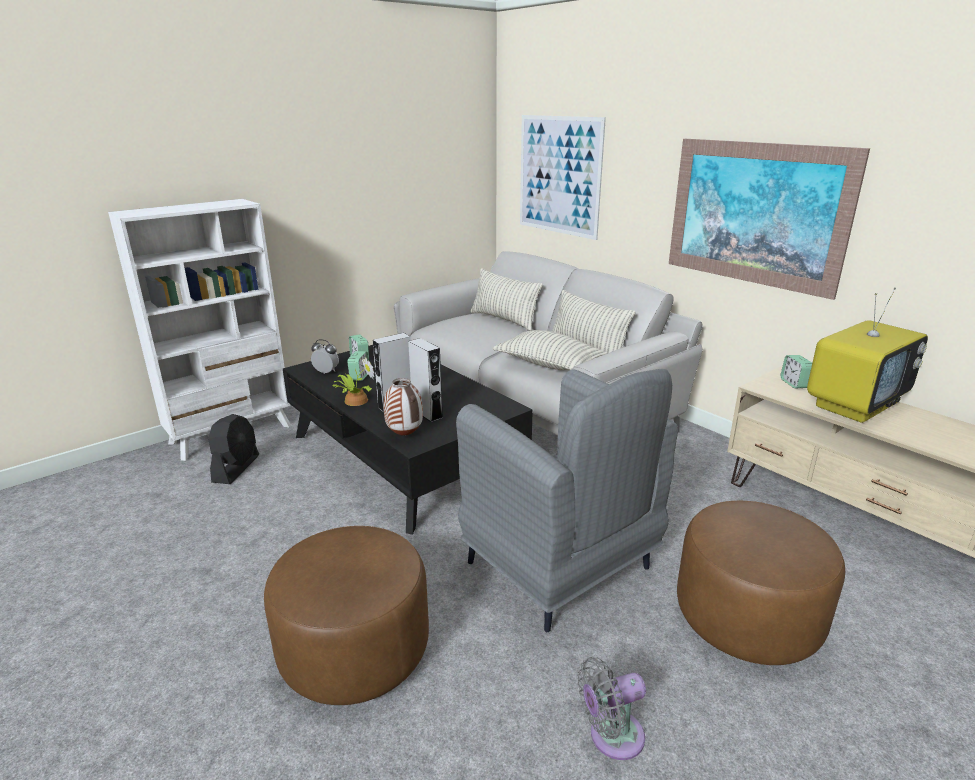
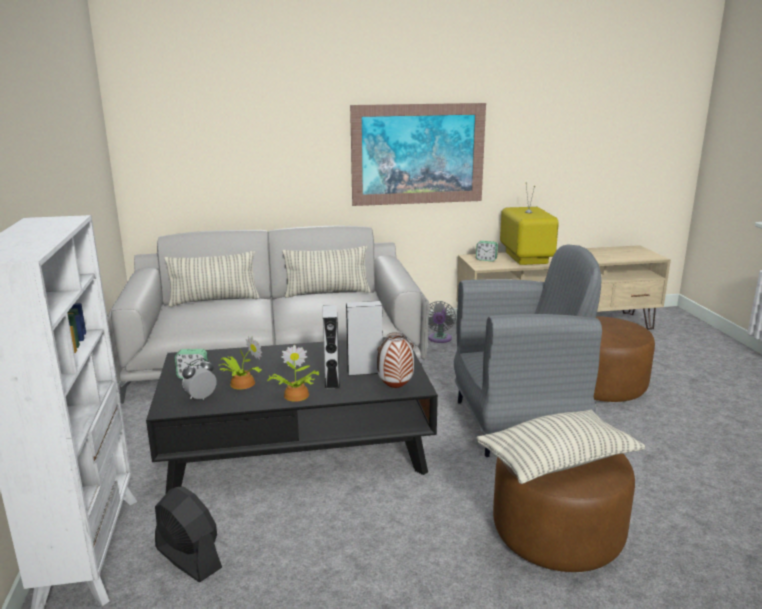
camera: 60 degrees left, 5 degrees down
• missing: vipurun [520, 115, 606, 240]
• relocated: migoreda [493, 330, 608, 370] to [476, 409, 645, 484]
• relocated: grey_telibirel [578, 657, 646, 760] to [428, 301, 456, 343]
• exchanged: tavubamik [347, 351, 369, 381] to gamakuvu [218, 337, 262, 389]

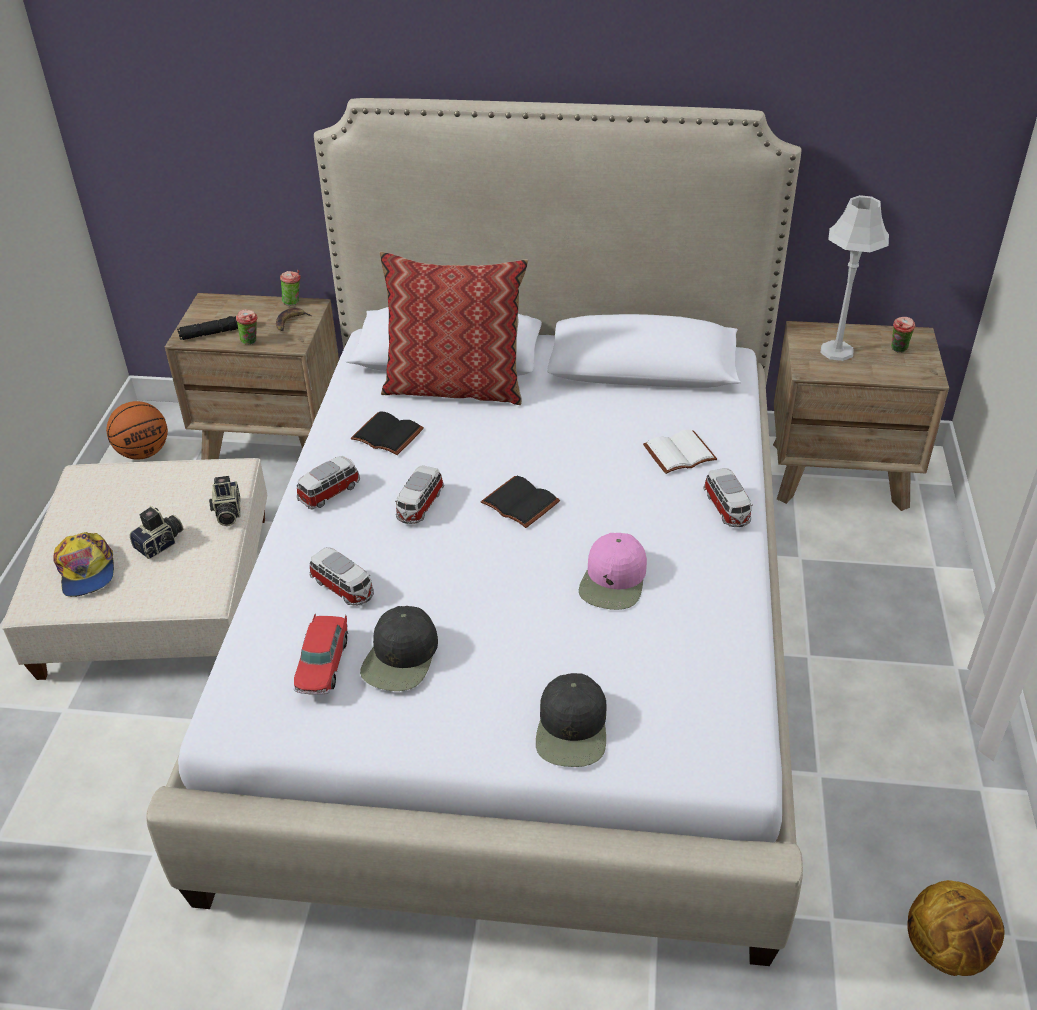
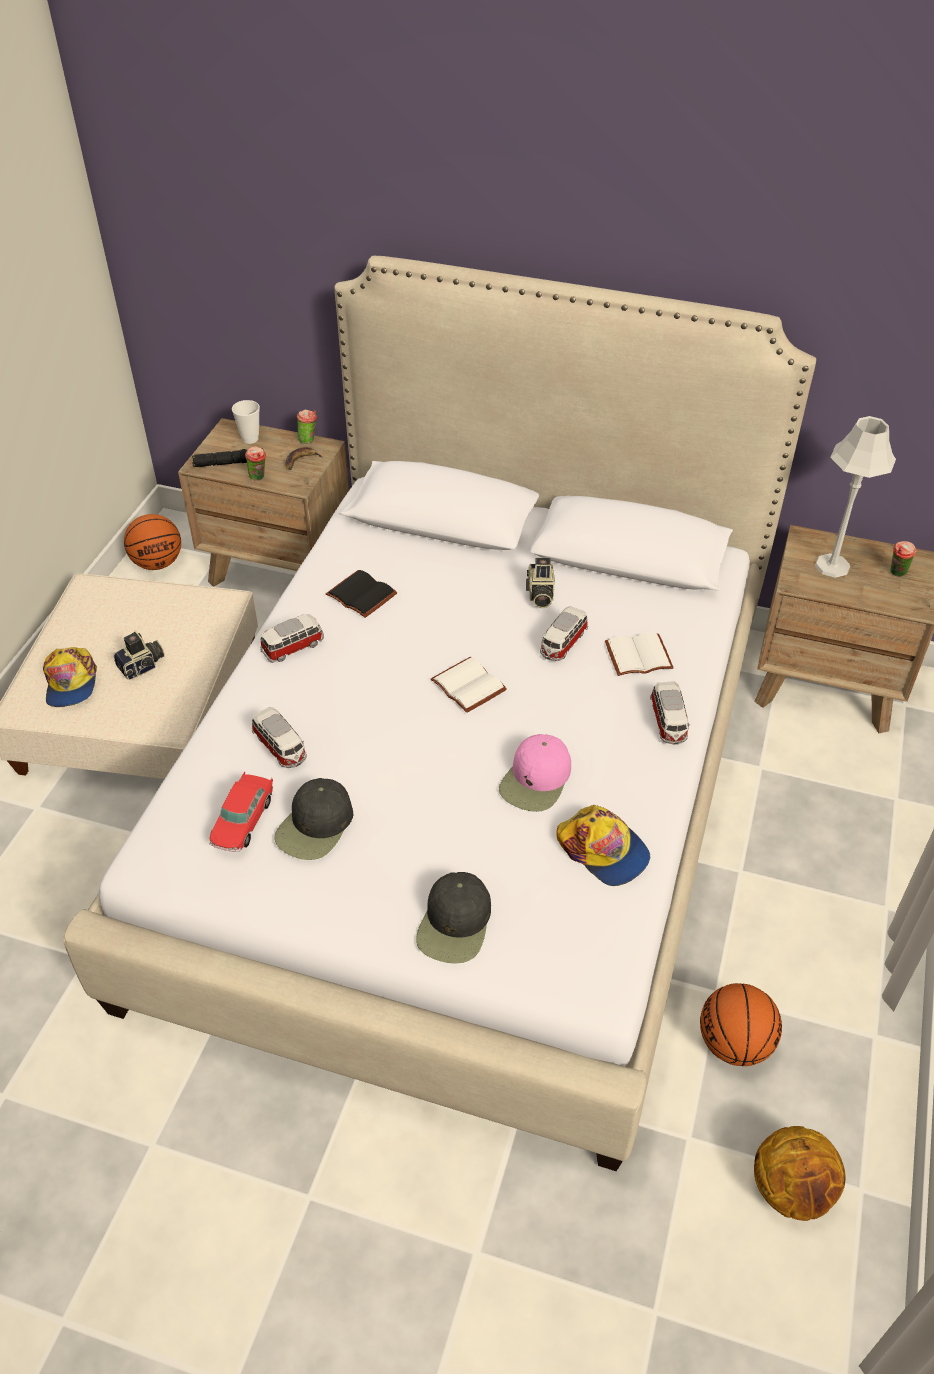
camera: 10 degrees right, 5 degrees up
• missing: migoreda [380, 251, 528, 405]
• appeared: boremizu [232, 400, 260, 444]
• appeared: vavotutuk [556, 805, 650, 886]
• appeared: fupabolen [700, 983, 782, 1066]
• relocated: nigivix [209, 476, 240, 526] to [526, 558, 555, 608]
• relocated: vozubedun [395, 465, 444, 524] to [540, 606, 588, 661]
• colour: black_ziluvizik [481, 476, 560, 528] to white_ziluvizik [431, 656, 507, 713]

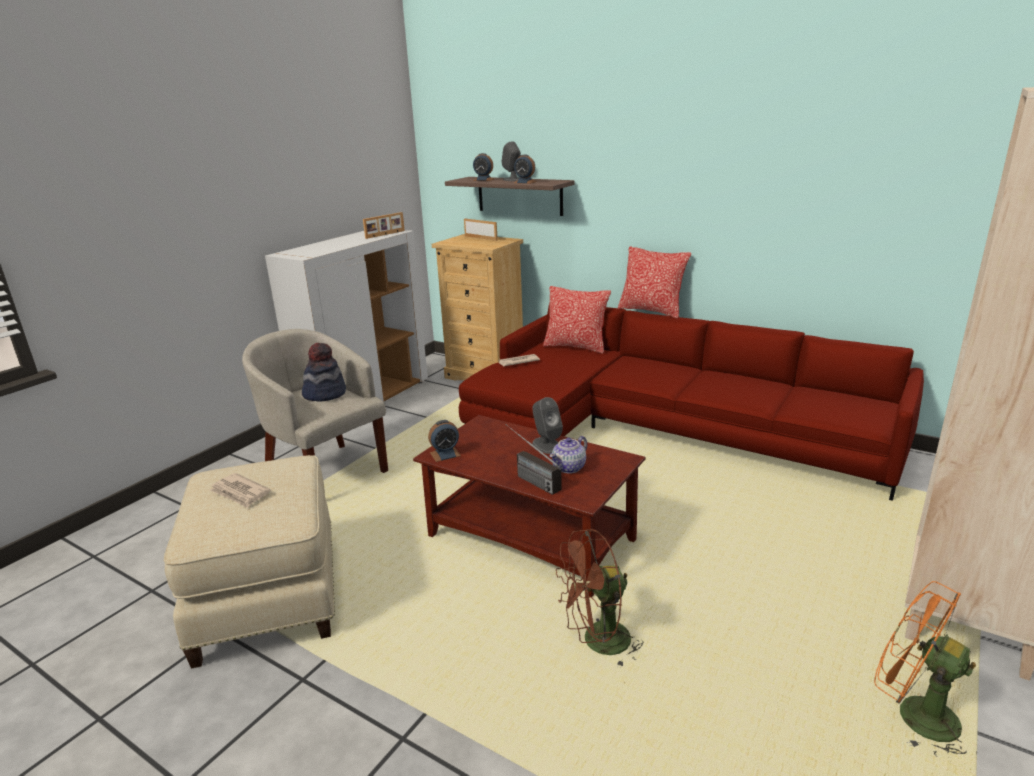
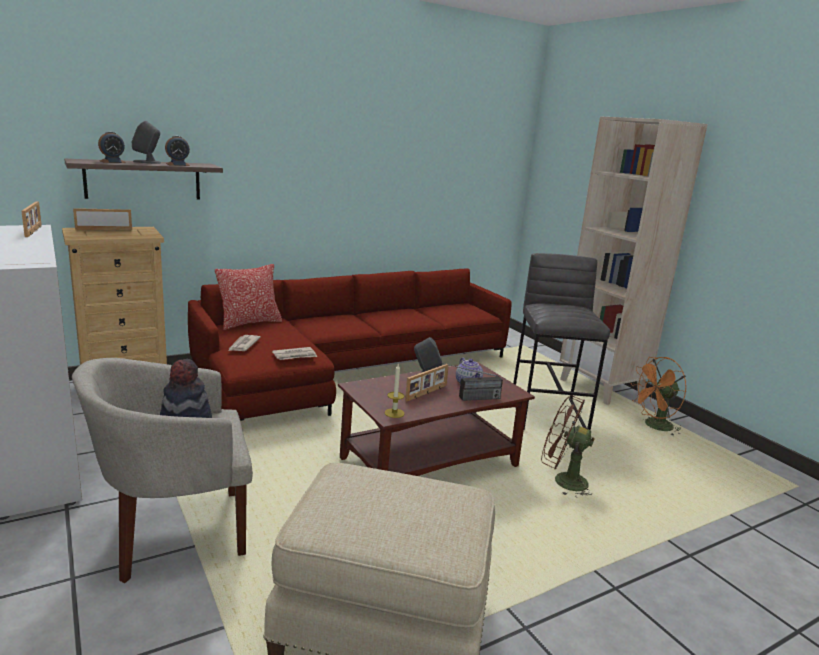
camera: 65 degrees left, 5 degrees down
• missing: migoreda [618, 246, 691, 319]
• appeared: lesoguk [405, 364, 449, 401]
• appeared: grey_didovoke [513, 253, 610, 431]
• relocated: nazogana [210, 473, 270, 508] to [272, 347, 317, 360]
• exchanged: tavubamik [428, 420, 461, 462] to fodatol [384, 364, 405, 418]
• spun: brown_telibirel [556, 529, 644, 668] = [541, 395, 595, 497] 105 degrees clockwise

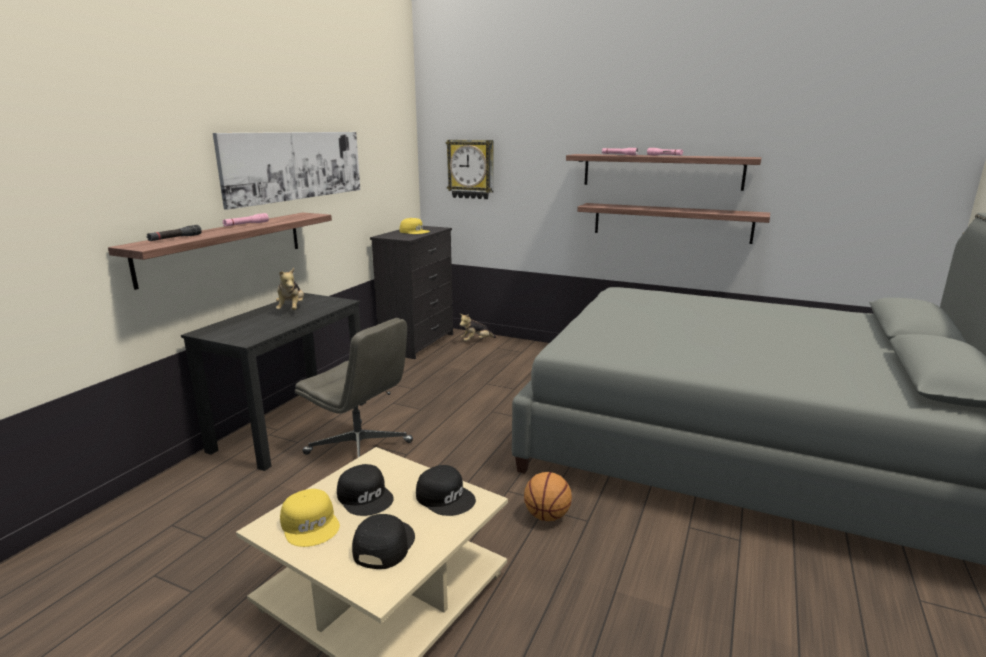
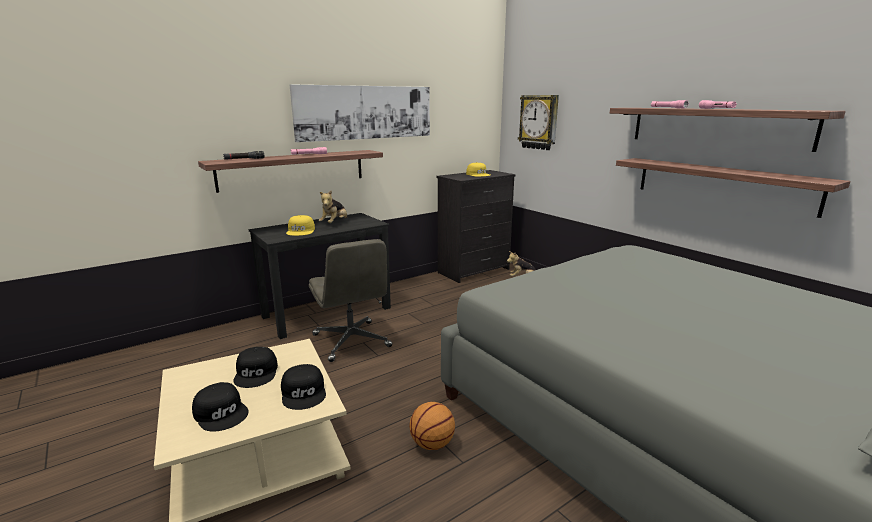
camera: 30 degrees right, 0 degrees up
• relocated: yellow_vavotutuk [280, 489, 340, 547] to [286, 215, 315, 236]
• spun: black_vavotutuk [352, 514, 415, 569] = [192, 382, 249, 431] 90 degrees clockwise

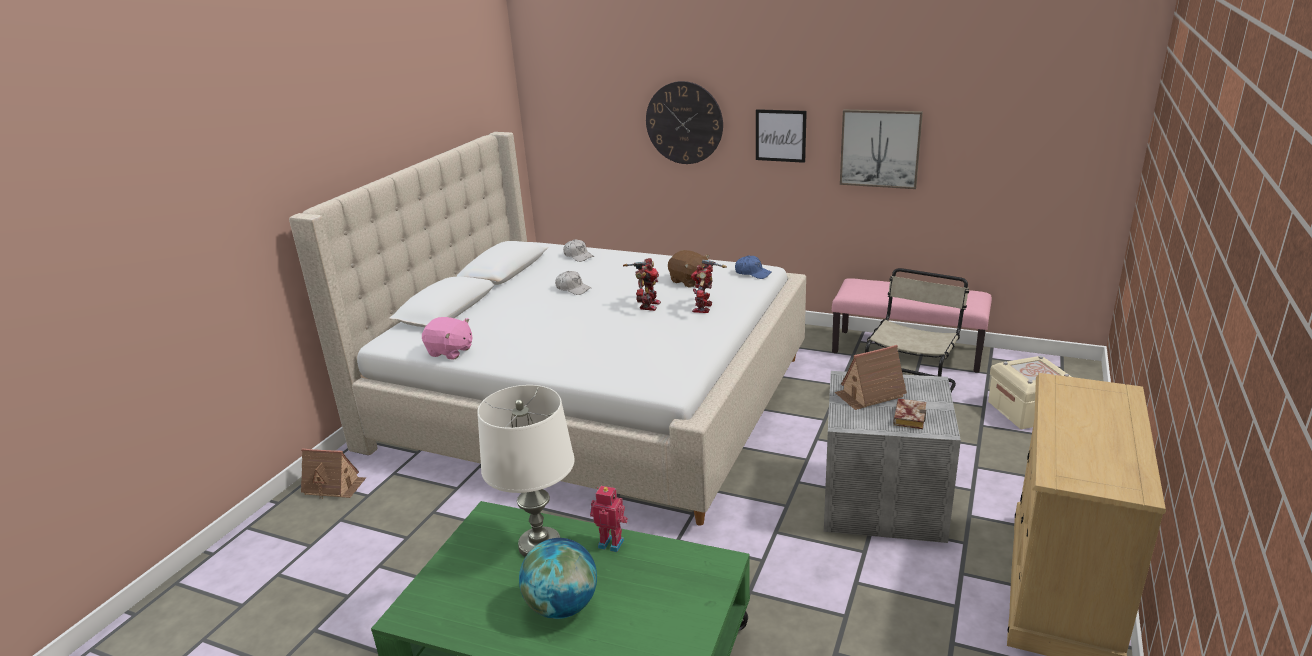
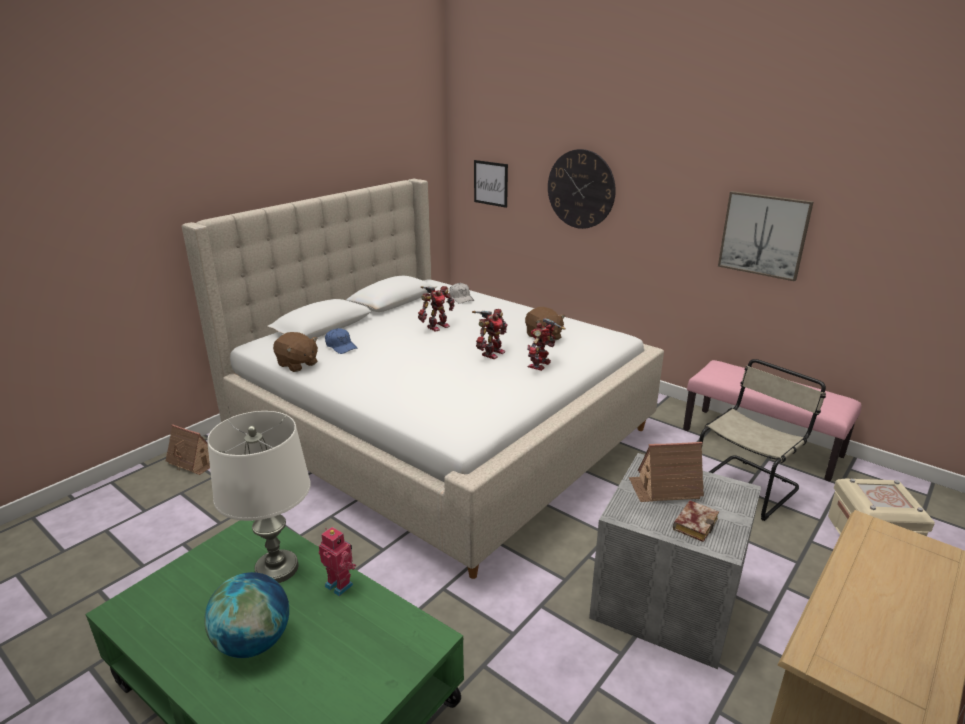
camera: 15 degrees right, 0 degrees up
• relocated: blue_vavotutuk [735, 256, 771, 279] to [325, 328, 357, 354]
• relocated: vipurun [756, 109, 807, 163] to [474, 160, 508, 208]
• exchanged: white_vavotutuk [555, 271, 591, 295] to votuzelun [418, 286, 455, 332]
• colour: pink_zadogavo [422, 317, 472, 360] to brown_zadogavo [273, 332, 318, 372]

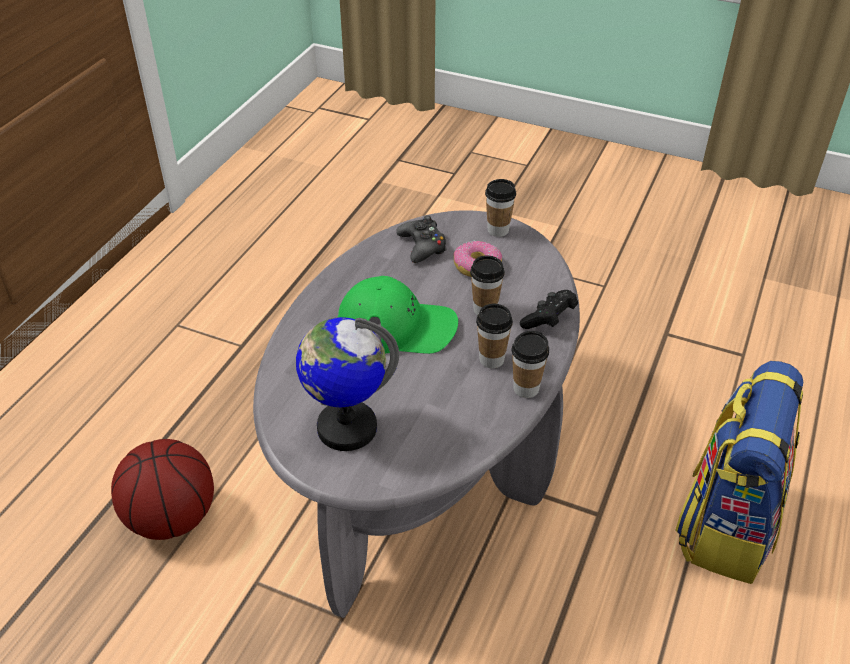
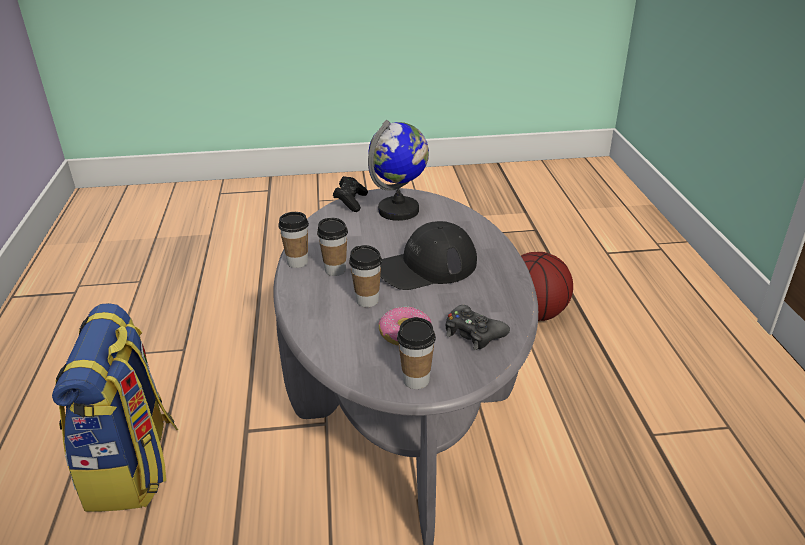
camera: 150 degrees right, 10 degrees down
• relocated: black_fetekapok [520, 290, 578, 329] to [333, 176, 368, 212]
• colour: green_vavotutuk [338, 276, 458, 354] to black_vavotutuk [380, 221, 477, 290]

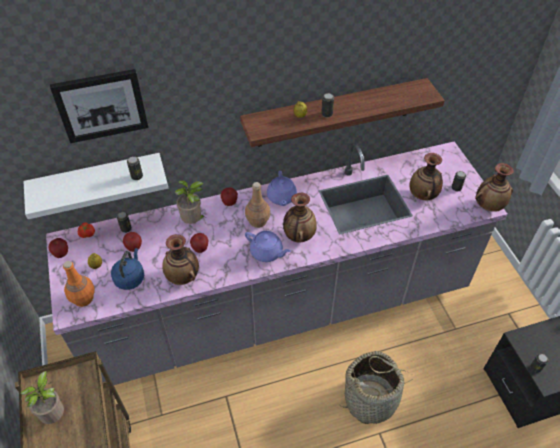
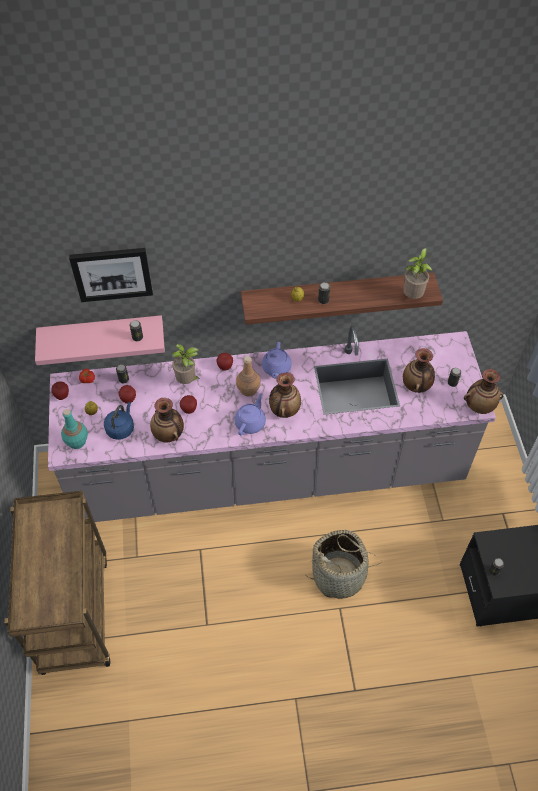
camera: 10 degrees right, 5 degrees up
• relocated: gamakuvu [21, 371, 64, 424] to [403, 248, 433, 299]
• colour: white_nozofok [23, 153, 168, 219] to pink_nozofok [35, 315, 165, 365]
• colour: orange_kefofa [63, 261, 95, 307] to turquoise_kefofa [61, 409, 88, 449]
• spun: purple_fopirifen [245, 231, 291, 262] = [235, 393, 266, 435] 105 degrees counterclockwise

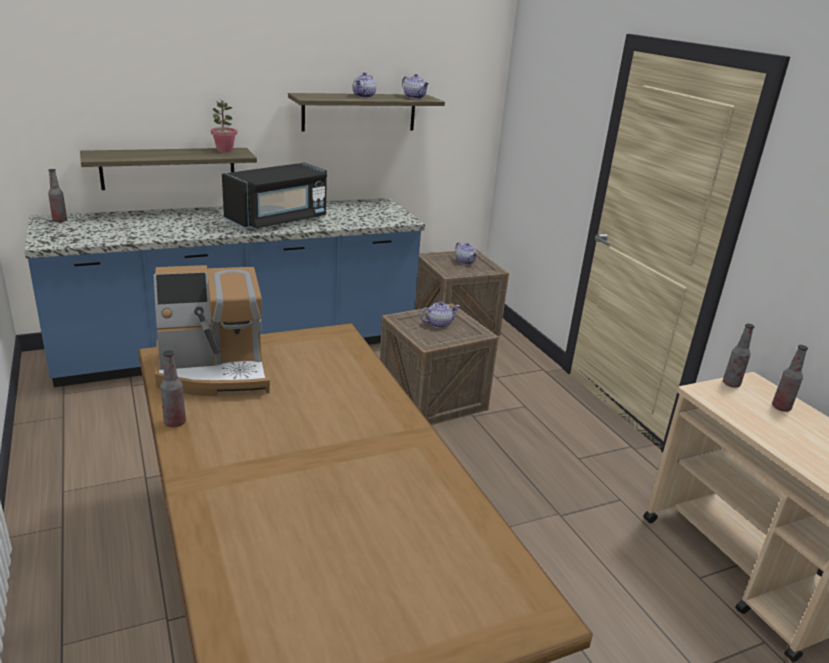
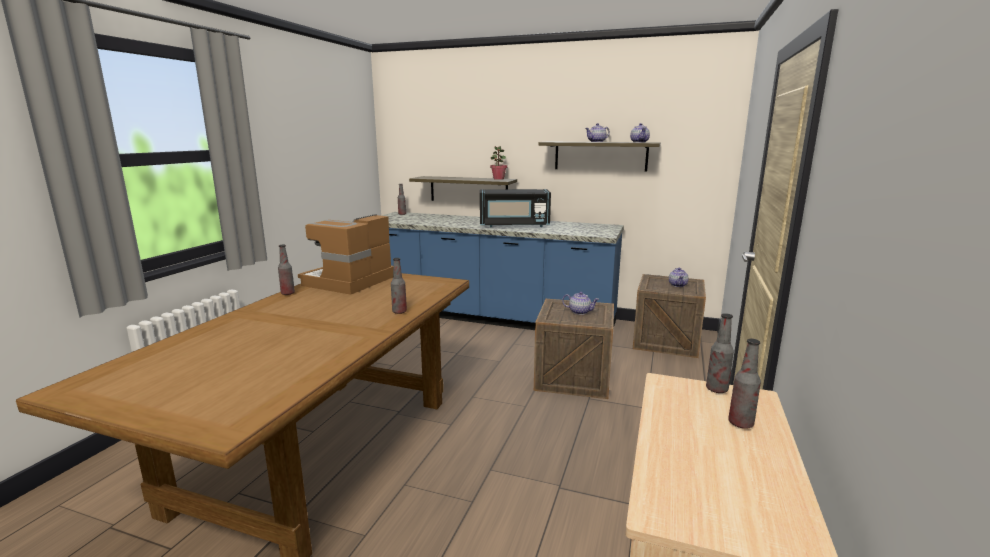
camera: 45 degrees right, 10 degrees down
• appeared: kefofa [391, 258, 407, 314]
• spun: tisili [154, 265, 270, 396] = [298, 214, 393, 295] 90 degrees clockwise

